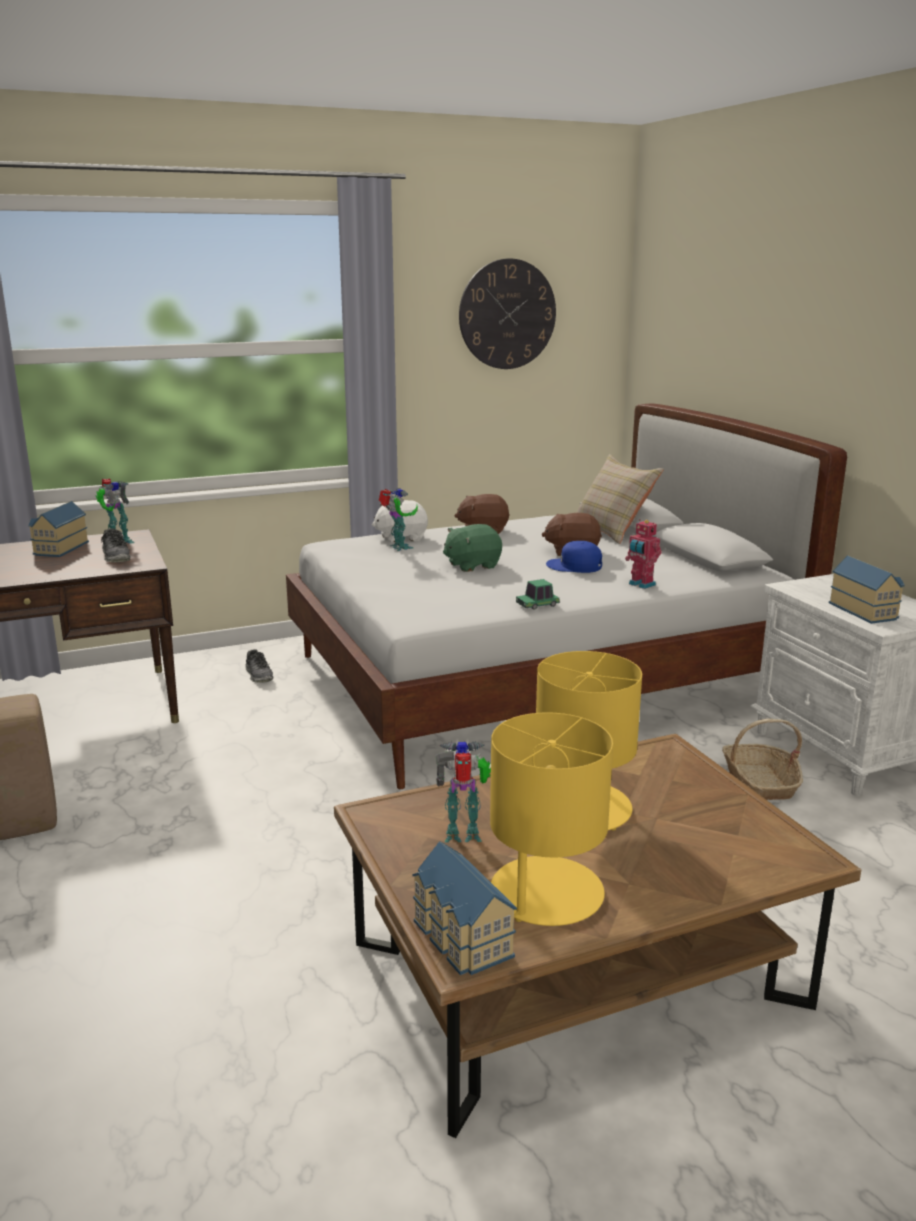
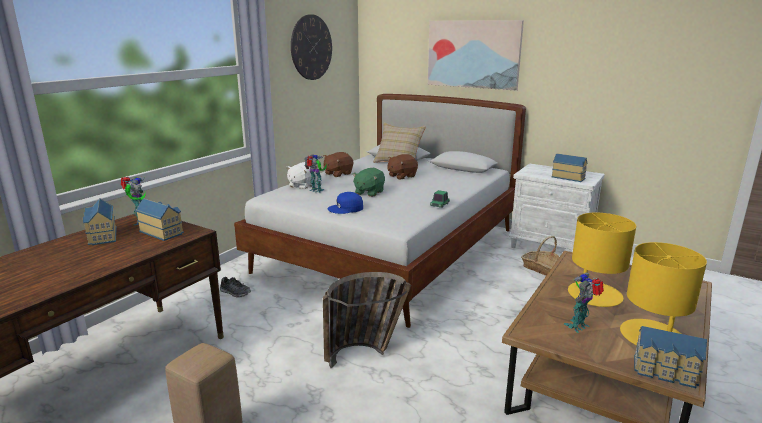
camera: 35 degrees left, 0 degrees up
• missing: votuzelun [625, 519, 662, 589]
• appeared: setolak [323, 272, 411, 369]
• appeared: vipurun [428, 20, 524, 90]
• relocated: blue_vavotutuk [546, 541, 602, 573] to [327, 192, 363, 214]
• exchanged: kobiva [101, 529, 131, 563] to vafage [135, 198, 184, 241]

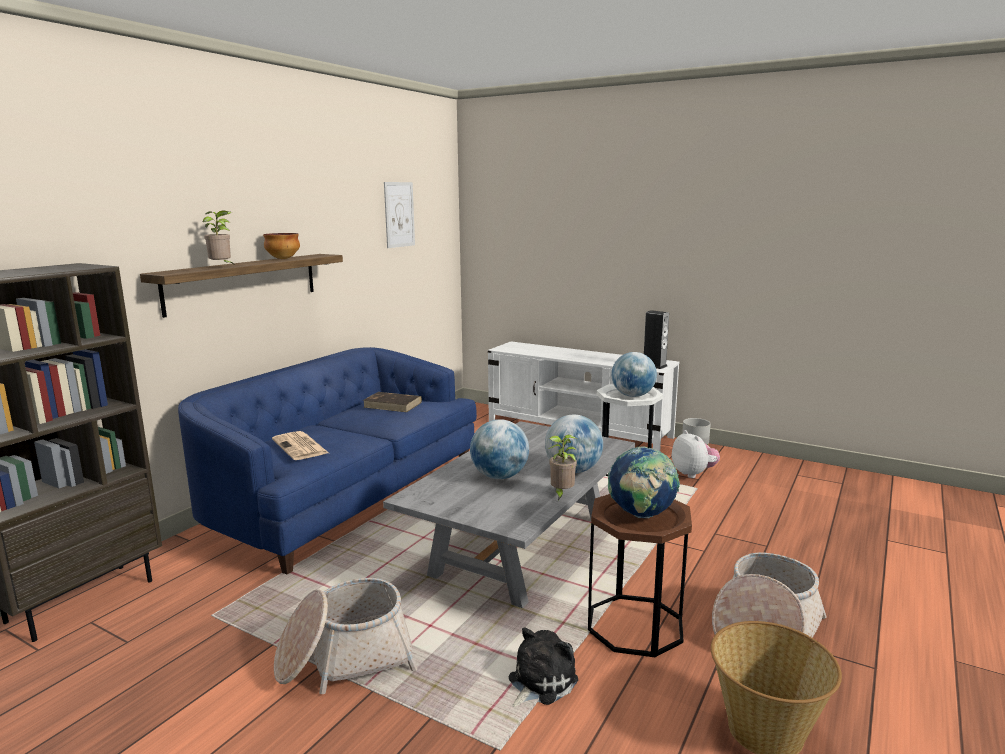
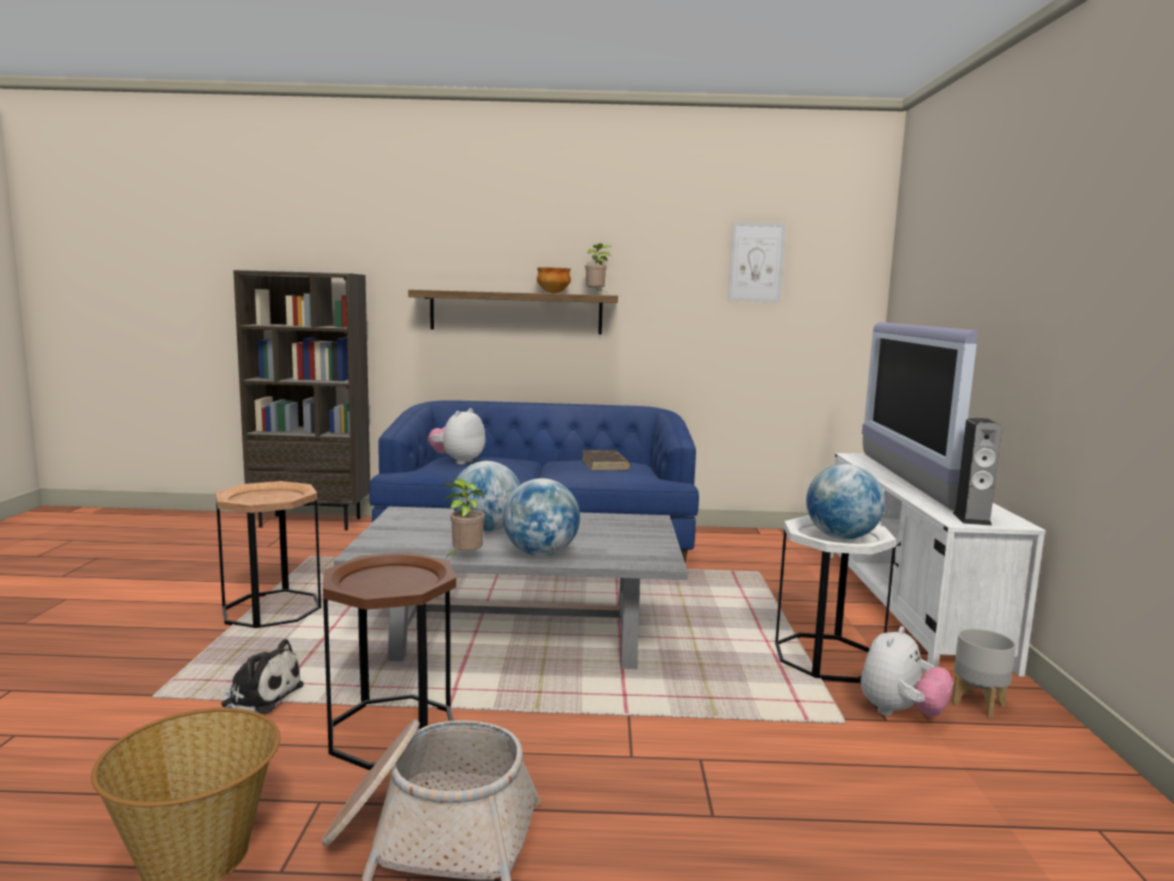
camera: 60 degrees right, 5 degrees down
• missing: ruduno [608, 446, 680, 518]
• appeared: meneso [862, 322, 978, 511]
• relocated: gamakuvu [203, 210, 233, 264] to [585, 243, 611, 295]
• exchanged: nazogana [272, 431, 329, 460] to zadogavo [428, 408, 486, 465]
• exchanged: setolak [274, 578, 417, 694] to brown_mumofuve [216, 481, 321, 628]

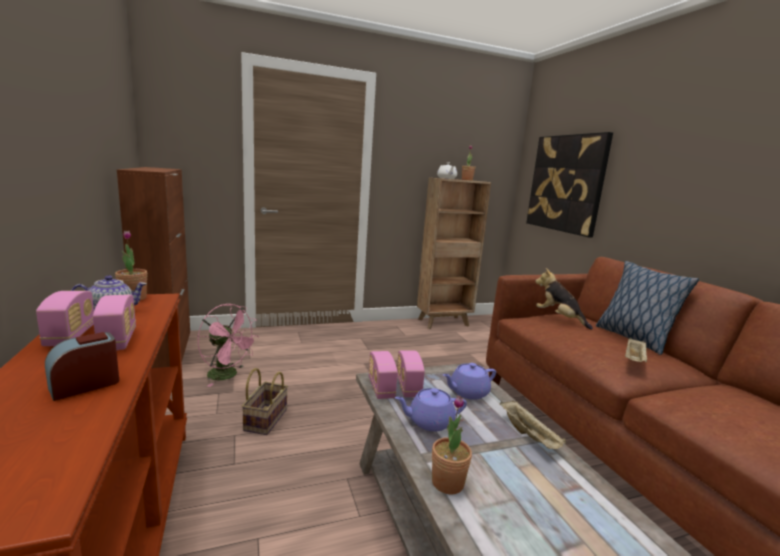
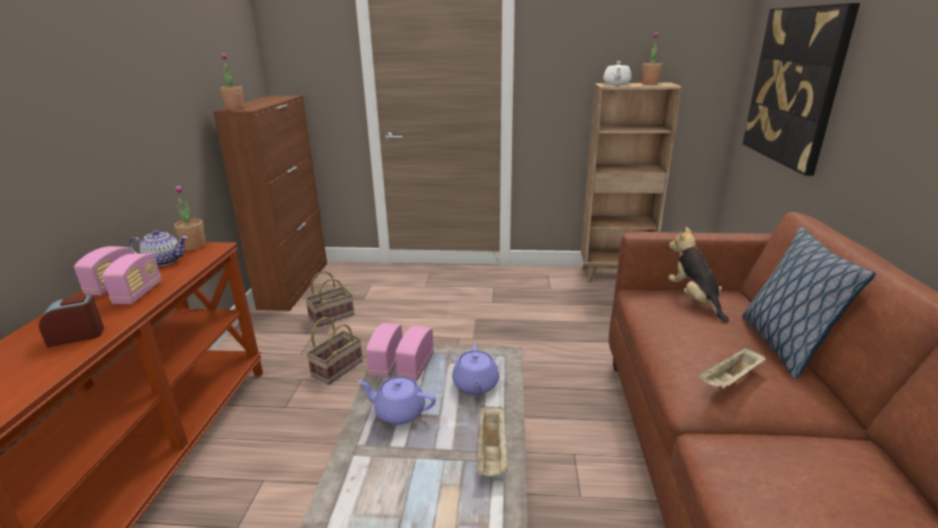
camera: 25 degrees right, 10 degrees up
• relocated: gamakuvu [432, 395, 472, 495] to [220, 53, 244, 110]
• exchanged: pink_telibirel [198, 304, 259, 387] to setolak [305, 271, 354, 327]
• spun: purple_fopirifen [443, 363, 496, 400] = [452, 345, 499, 394] 90 degrees counterclockwise

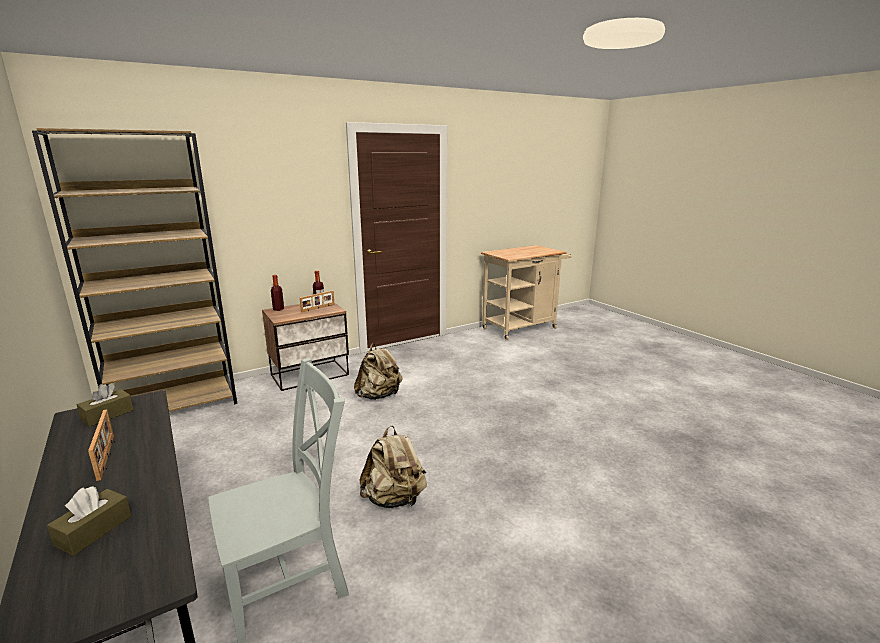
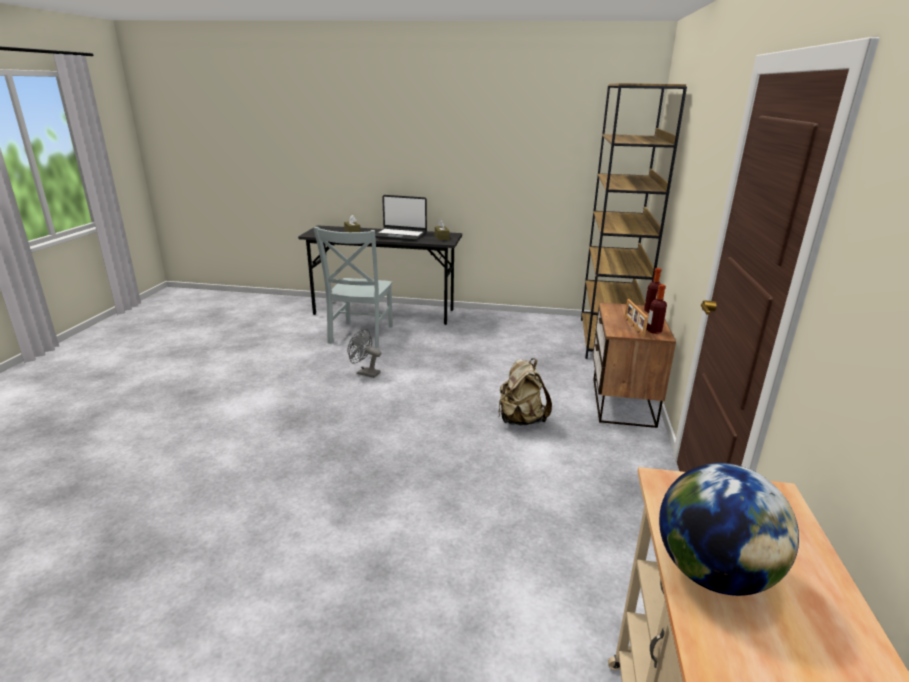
camera: 130 degrees right, 5 degrees up
• appeared: ruduno [659, 463, 799, 596]
• exchanged: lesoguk [88, 409, 114, 481] to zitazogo [375, 195, 427, 241]
• exchanged: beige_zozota [360, 426, 427, 508] to grey_telibirel [347, 329, 381, 378]

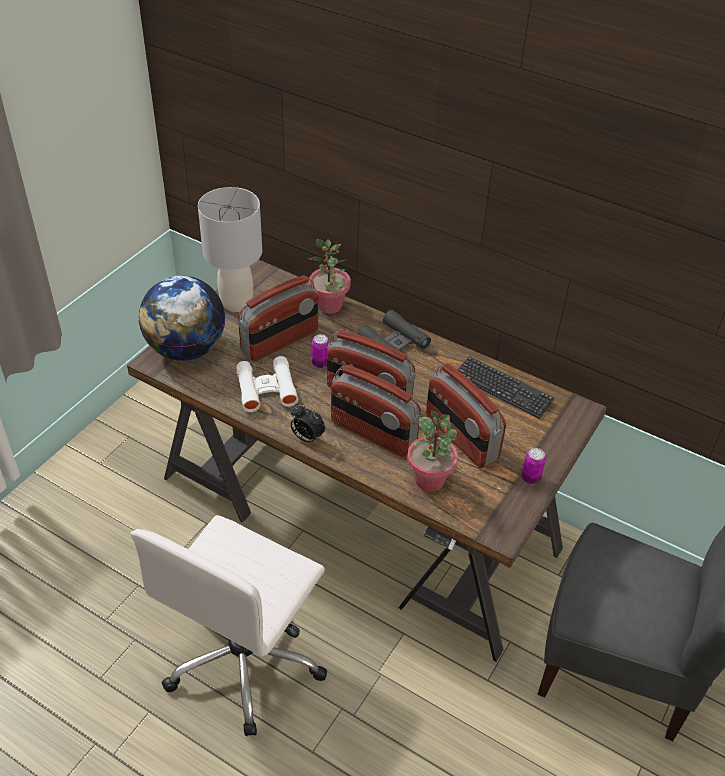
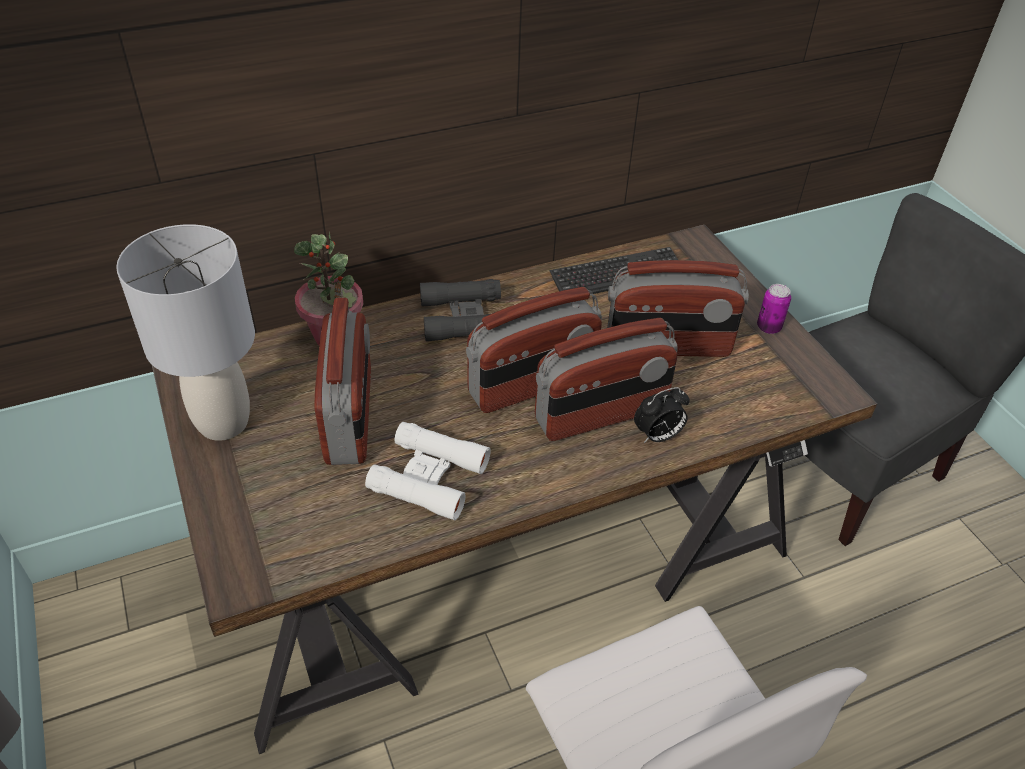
camera: 55 degrees left, 0 degrees up
• missing: ruduno [139, 276, 225, 361]
• missing: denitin [312, 334, 329, 368]
• missing: gamakuvu [407, 411, 458, 492]
• relocated: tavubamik [291, 405, 325, 443] to [634, 387, 690, 443]

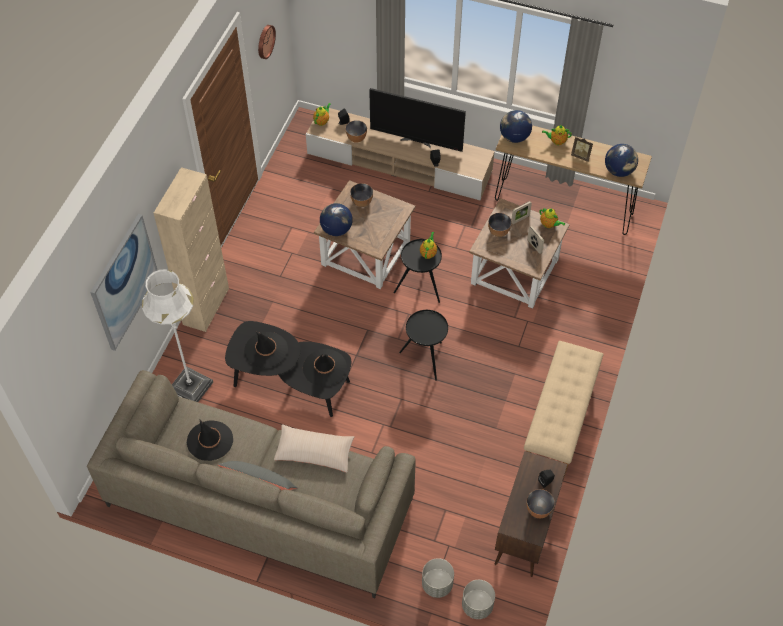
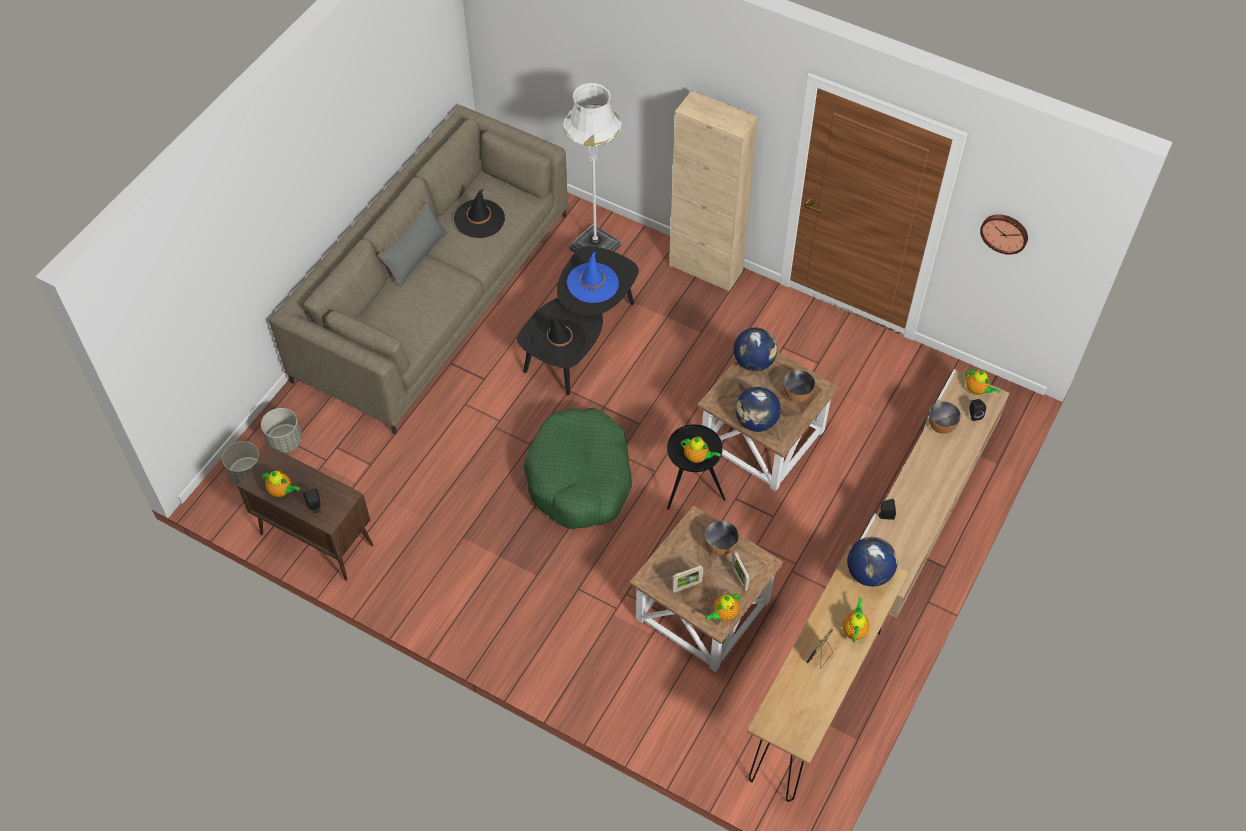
camera: 100 degrees right, 0 degrees up
• missing: vipurun [90, 214, 157, 351]
• missing: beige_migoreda [274, 424, 354, 473]
• missing: meneso [369, 88, 466, 152]
• missing: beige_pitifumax [524, 341, 603, 477]
• relocated: ruduno [605, 144, 638, 177] to [736, 387, 781, 432]
• exchanged: black_mumofuve [399, 310, 448, 381] to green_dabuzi [524, 408, 632, 529]
• exchanged: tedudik [527, 489, 555, 518] to fopirifen [262, 470, 300, 497]
• colour: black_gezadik [244, 331, 288, 368] to blue_gezadik [567, 251, 619, 303]

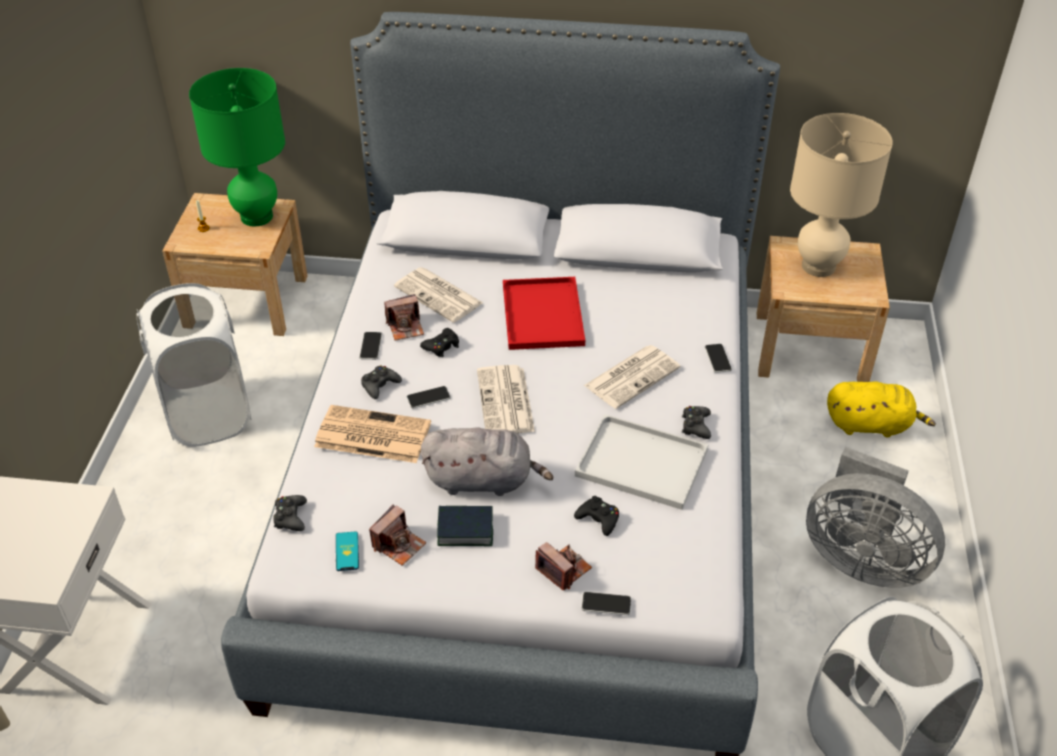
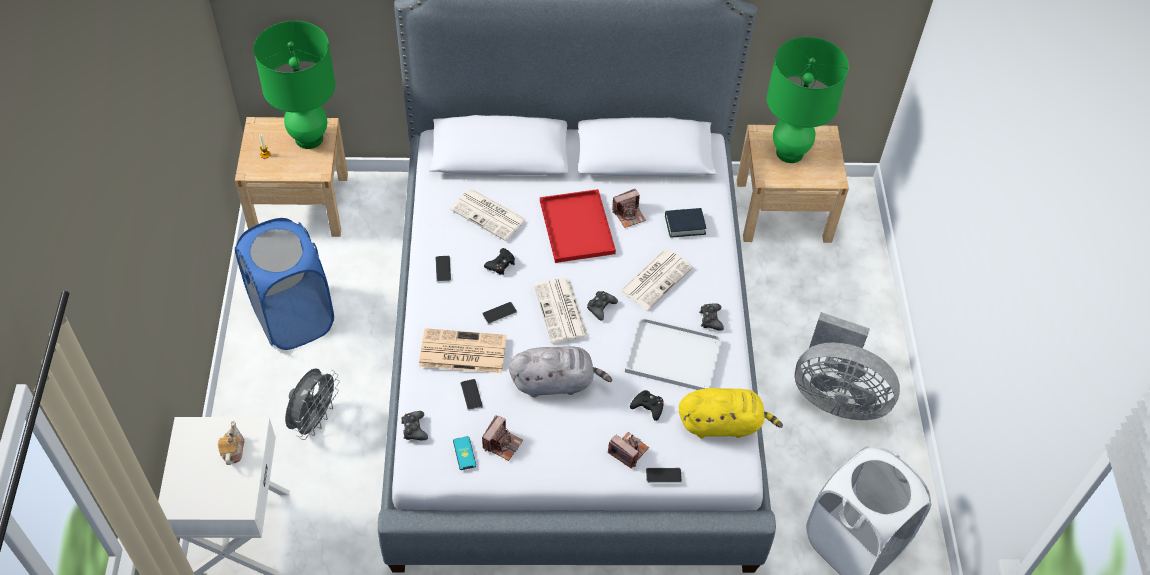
camera: 10 degrees left, 10 degrees up
• appeared: fopirifen [218, 421, 244, 465]
• appeared: grey_telibirel [285, 368, 339, 440]
• relocated: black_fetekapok [361, 365, 402, 399] to [587, 291, 618, 321]
• relocated: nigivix [384, 294, 424, 341] to [612, 189, 646, 228]
• relocated: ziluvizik [437, 506, 493, 546] to [665, 208, 706, 238]
• relocated: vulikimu [705, 344, 732, 373] to [460, 379, 483, 411]
• relocated: yellow_zadogavo [827, 381, 936, 438] to [679, 388, 783, 438]
• colour: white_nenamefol [137, 283, 251, 447] to blue_nenamefol [235, 218, 334, 350]
• colour: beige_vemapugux [790, 113, 893, 277] to green_vemapugux [767, 37, 849, 163]

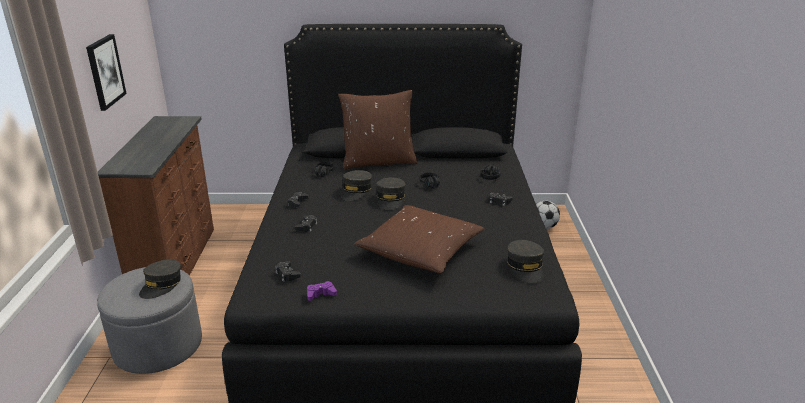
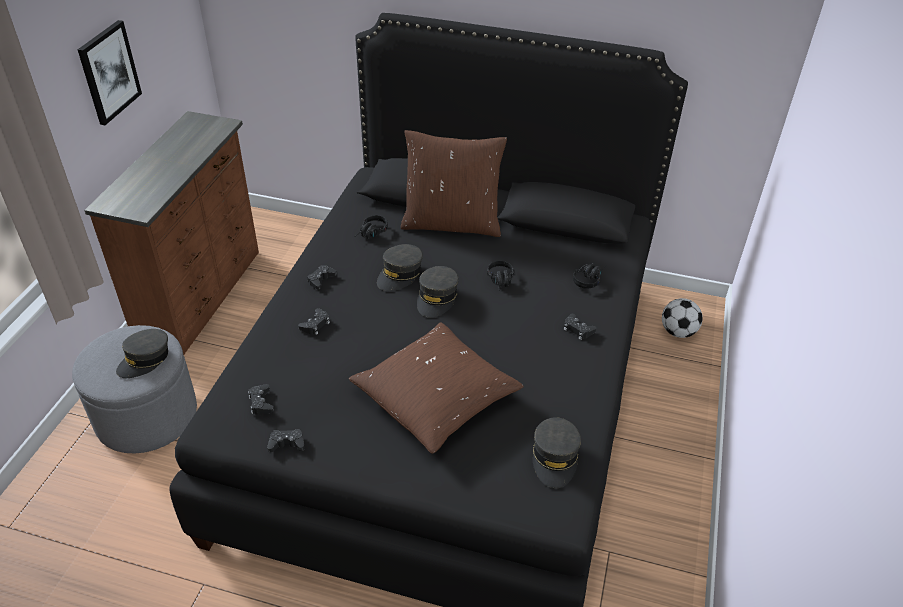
camera: 15 degrees right, 15 degrees up
• colour: purple_fetekapok [307, 281, 337, 301] to black_fetekapok [267, 429, 305, 452]

